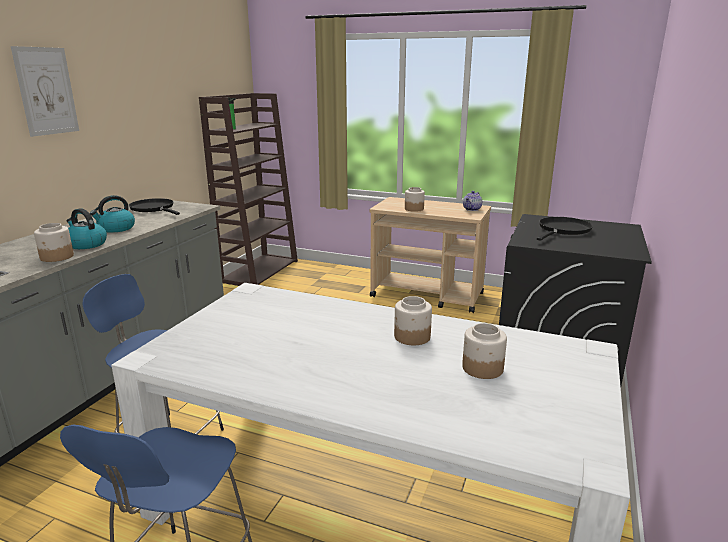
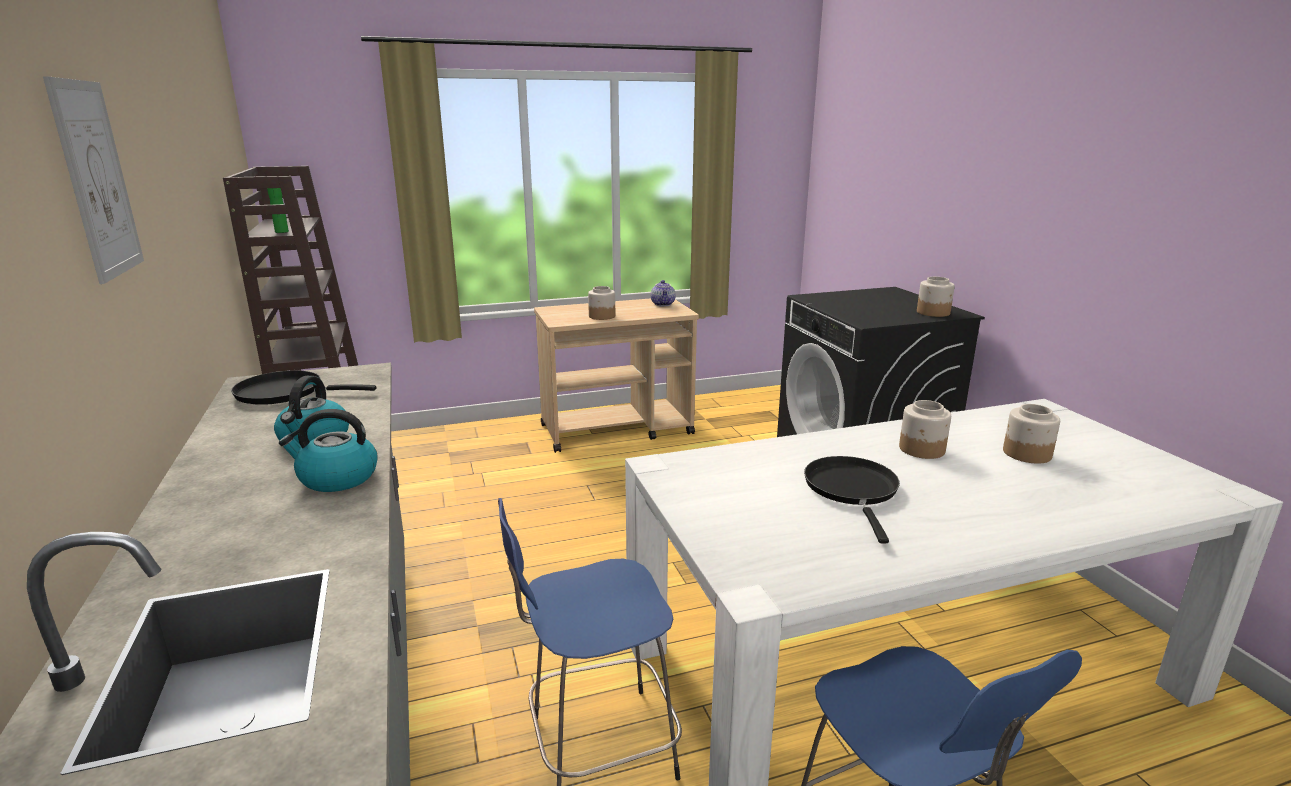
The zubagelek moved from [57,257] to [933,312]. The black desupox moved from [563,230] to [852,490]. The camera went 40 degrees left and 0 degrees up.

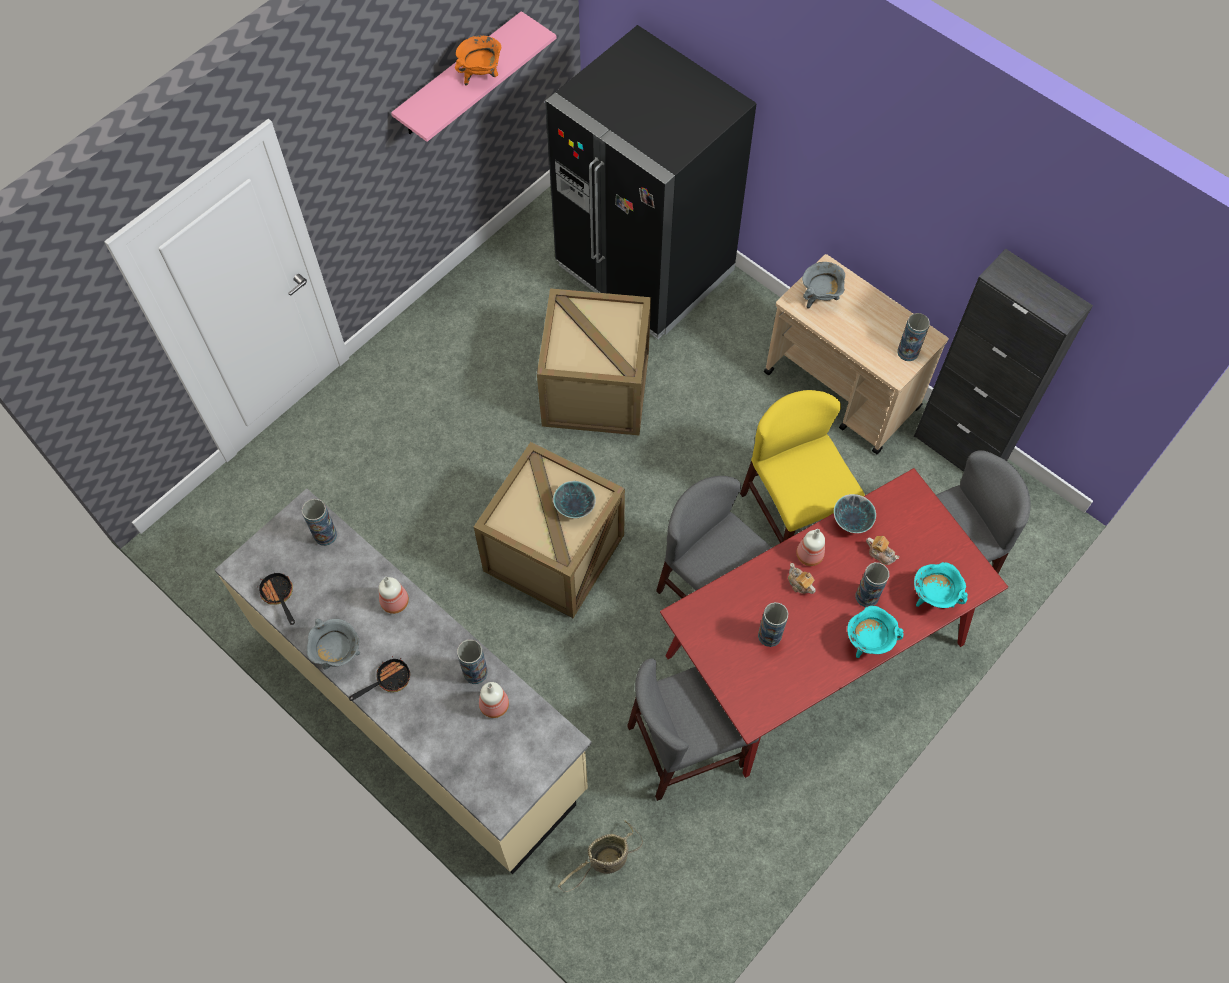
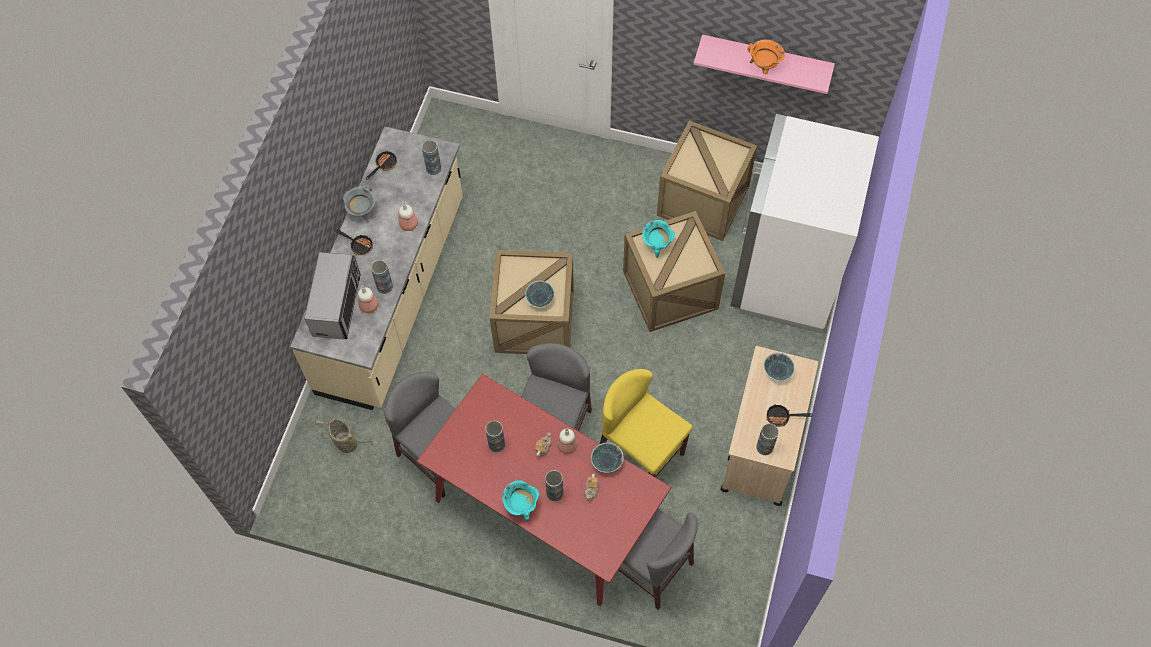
The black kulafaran at [644,269] became the white kulafaran at [786,276]. The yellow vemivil at [792,515] turned 90 degrees counterclockwise. The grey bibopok at [820,297] was replaced by the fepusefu at [777,372]. The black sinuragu at [959,449] disappeared. The turquoise bibopok moved from [933,597] to [657,245]. The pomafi at [337,305] appeared. The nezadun at [704,200] appeared. The desupox at [781,417] appeared. The camera went 65 degrees right and 0 degrees up.

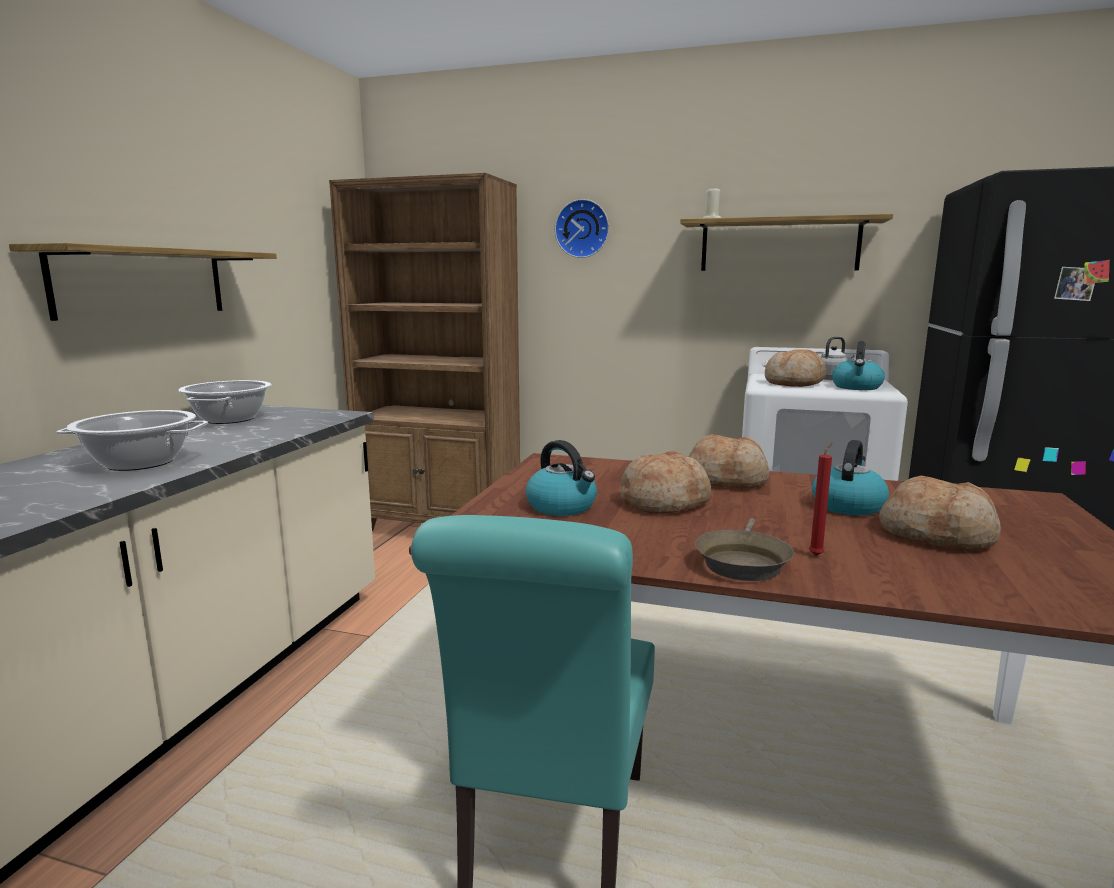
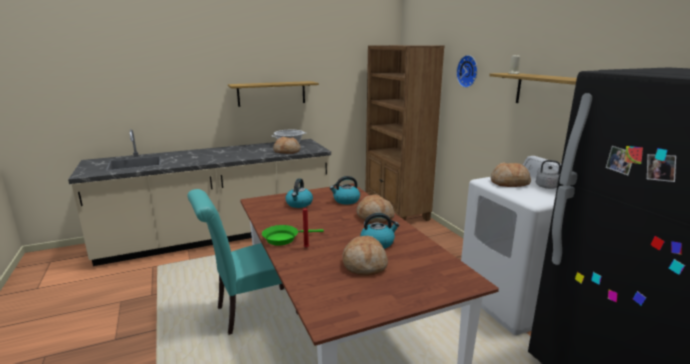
The bibopok at [139,463] disappeared. The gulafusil moved from [664,502] to [287,151]. The brown desupox at [742,562] became the green desupox at [284,238]. The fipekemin moved from [857,387] to [346,200]. The camera went 50 degrees right and 5 degrees up.

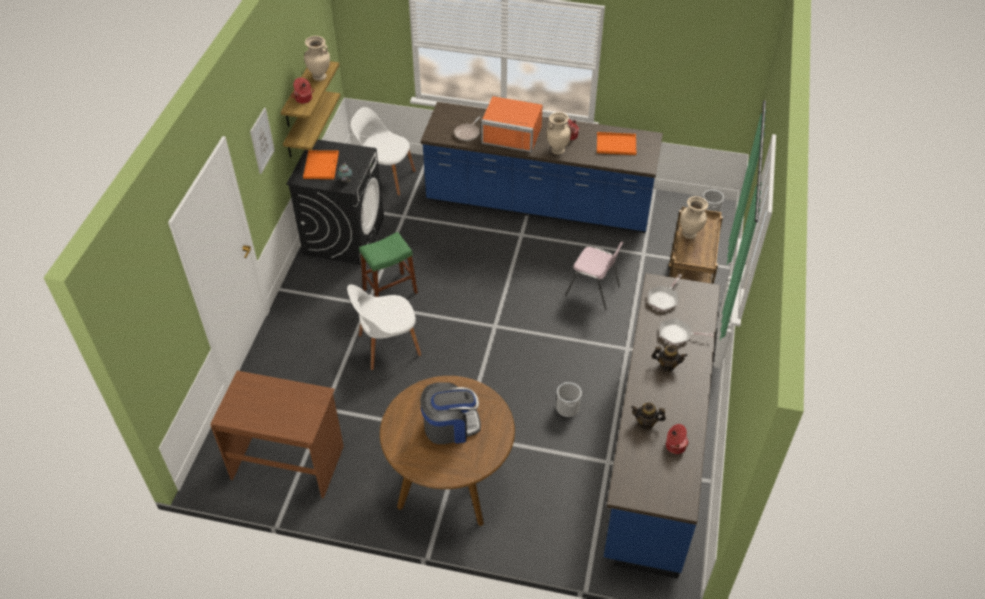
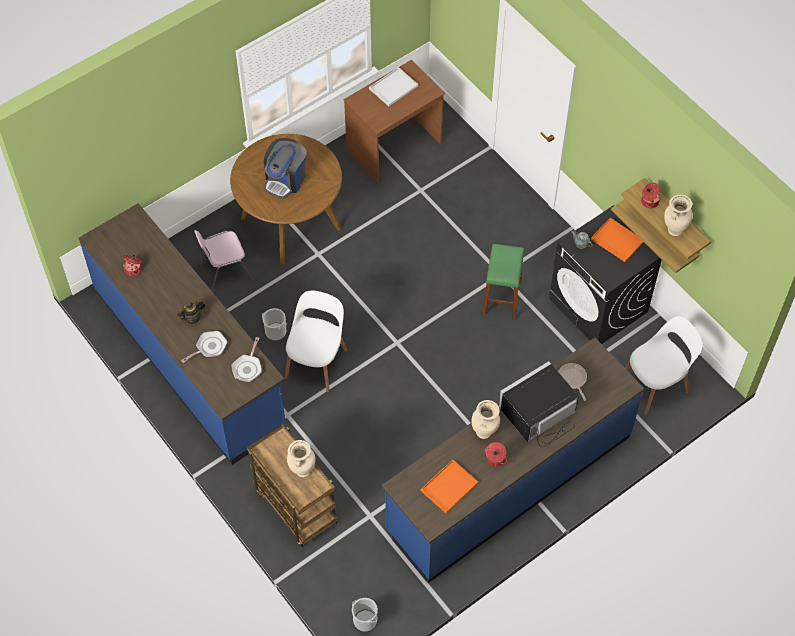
The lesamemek at [261,141] disappeared. The white vemivil moved from [387,346] to [317,362]. The orange pomafi at [513,134] became the black pomafi at [539,414]. The pink vemivil moved from [593,291] to [225,272]. The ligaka at [646,423] disappeared. The desupox at [664,299] turned 150 degrees counterclockwise. The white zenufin at [393,88] appeared. The camera went 130 degrees right and 10 degrees up.

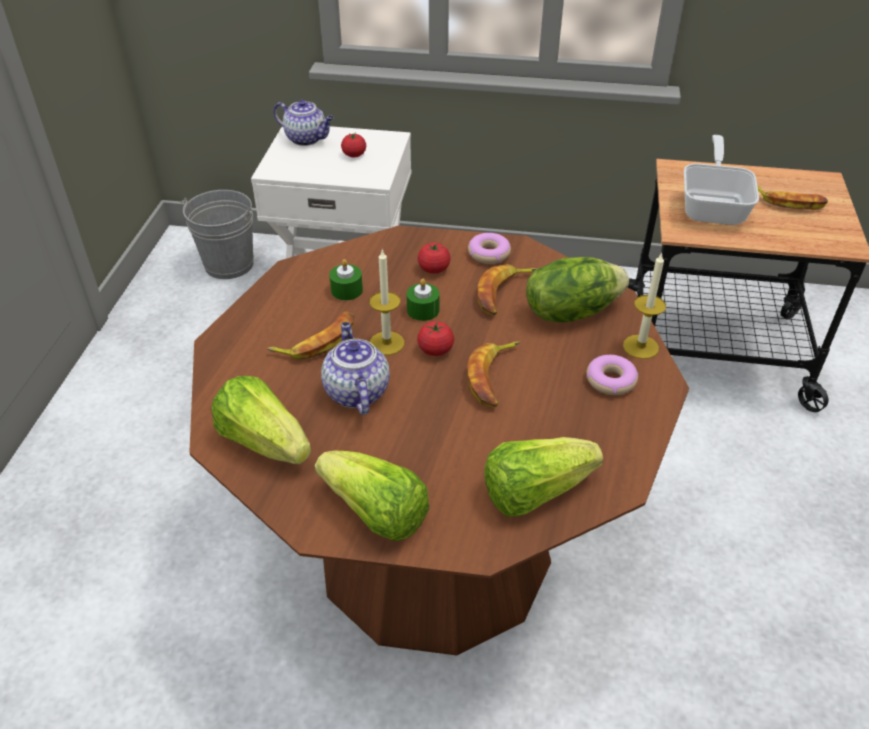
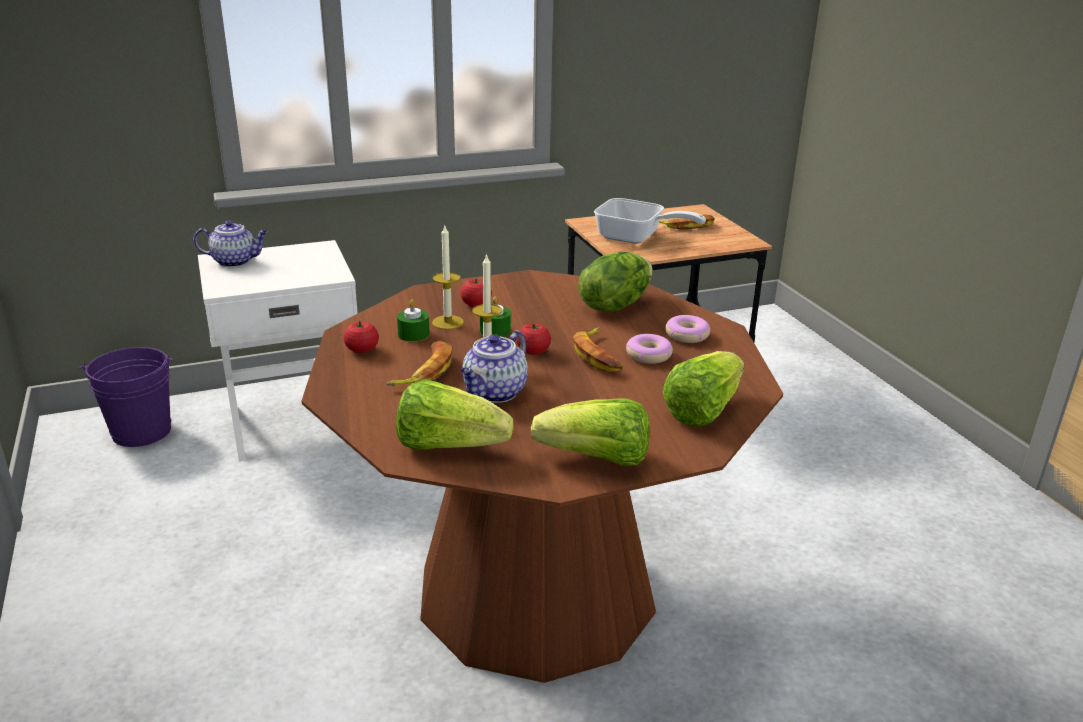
The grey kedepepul at [229,264] became the purple kedepepul at [141,431]. The ligaka at [355,392] turned 105 degrees counterclockwise. The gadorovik moved from [354,154] to [362,350]. The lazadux moved from [488,254] to [648,355]. The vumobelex at [503,293] disappeared. The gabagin moved from [640,347] to [448,322]. The desupox at [714,206] turned 135 degrees clockwise. The camera went 30 degrees left and 15 degrees down.

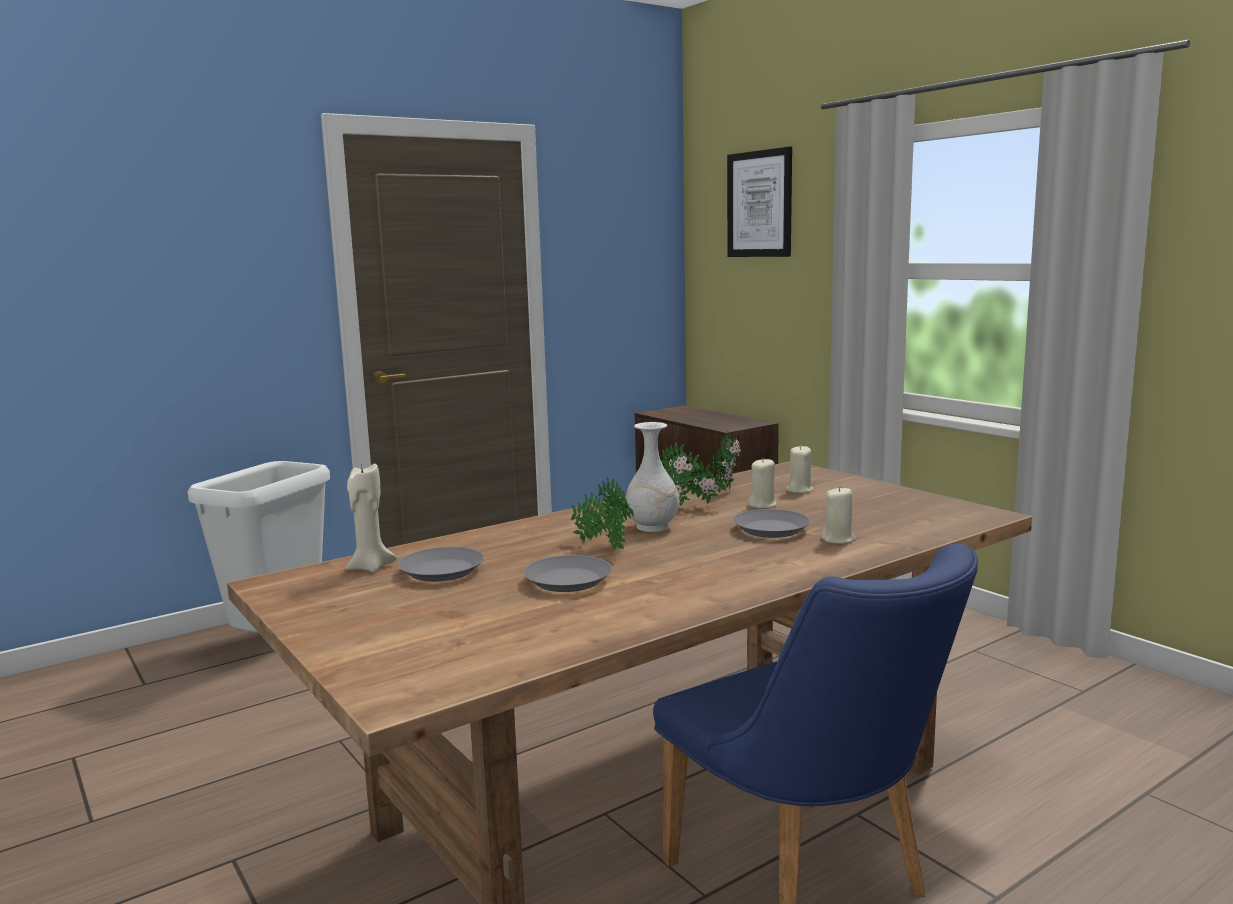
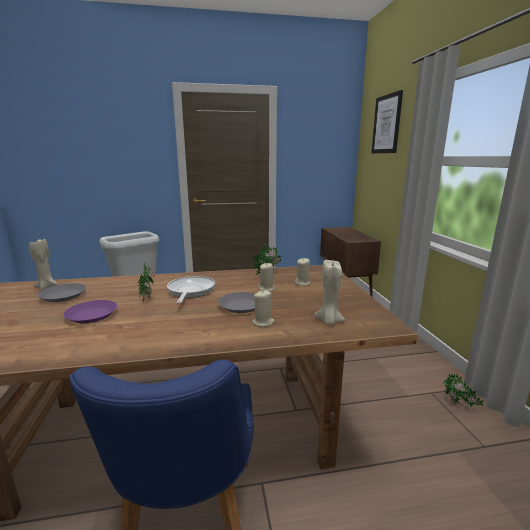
The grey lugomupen at [569,581] became the purple lugomupen at [92,315]. The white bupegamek at [652,527] was replaced by the desupox at [190,291]. The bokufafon moved from [690,506] to [459,404]. The beige gabagin at [329,321] appeared. The camera went 25 degrees right and 5 degrees up.

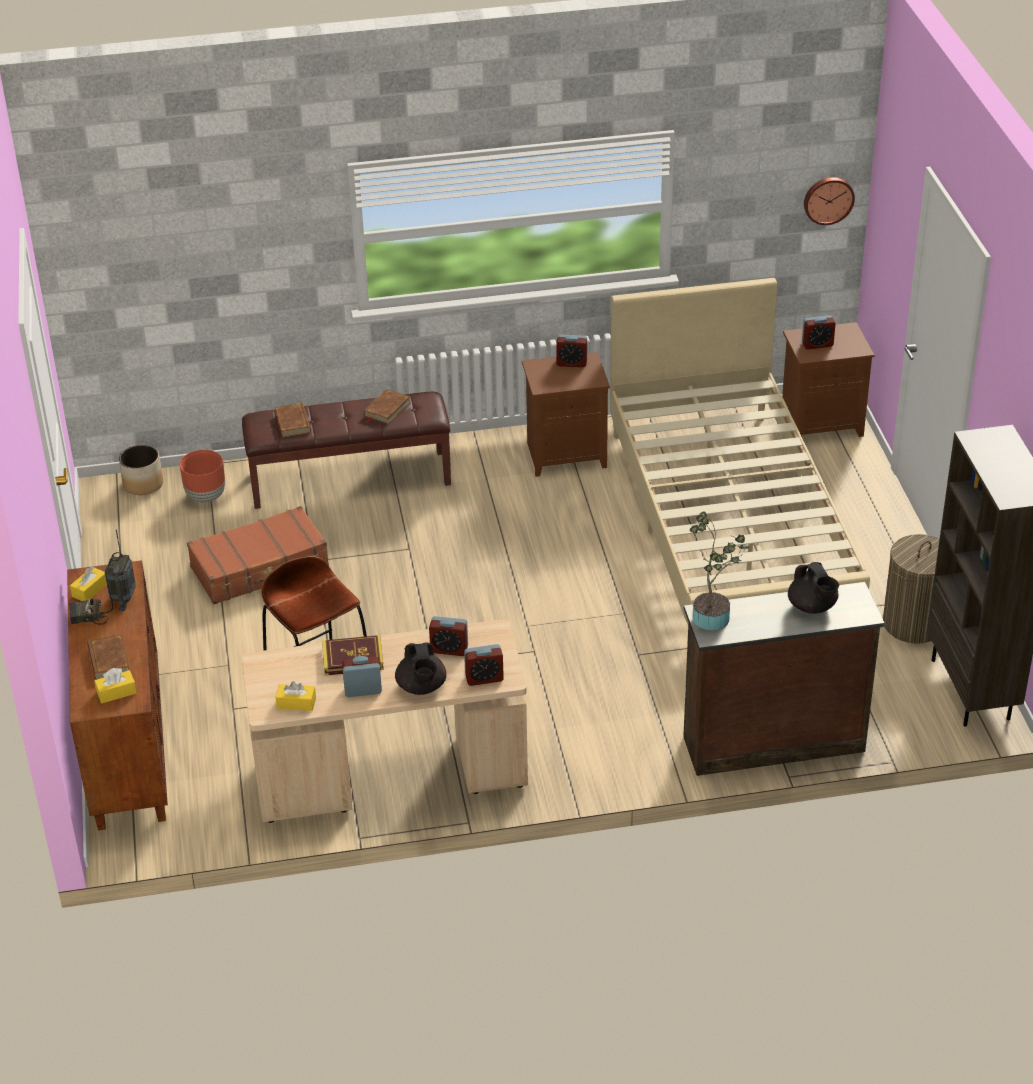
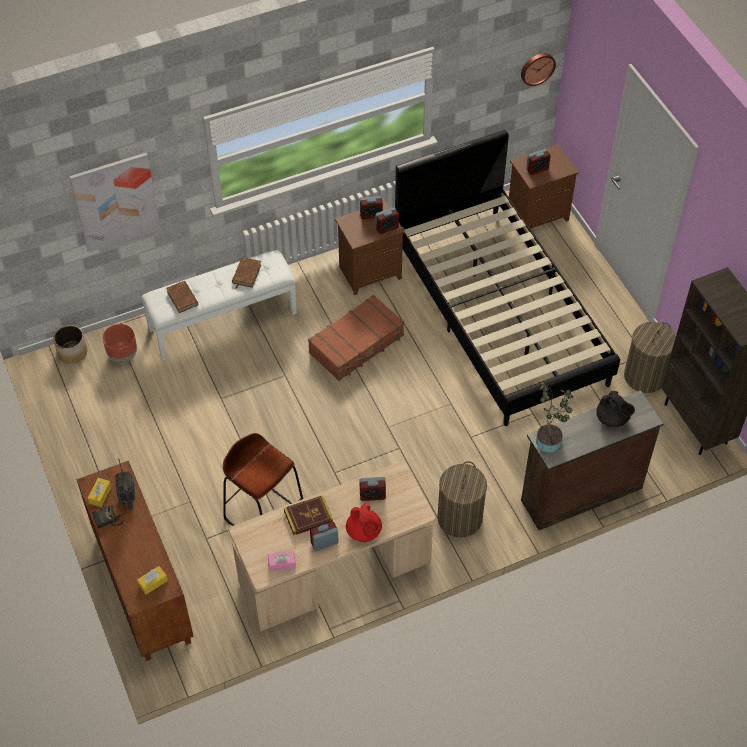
The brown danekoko at [108,661] disappeared. The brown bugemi moved from [260,568] to [357,344]. The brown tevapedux at [350,478] became the white tevapedux at [223,320]. The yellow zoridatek at [296,703] became the pink zoridatek at [282,563]. The black ligaka at [421,687] became the red ligaka at [364,532]. The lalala moved from [484,678] to [386,228]. The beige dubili at [729,524] became the black dubili at [499,313]. The lesamemek at [115,201] appeared. The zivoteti at [459,518] appeared. The camera went 15 degrees left and 15 degrees up.

